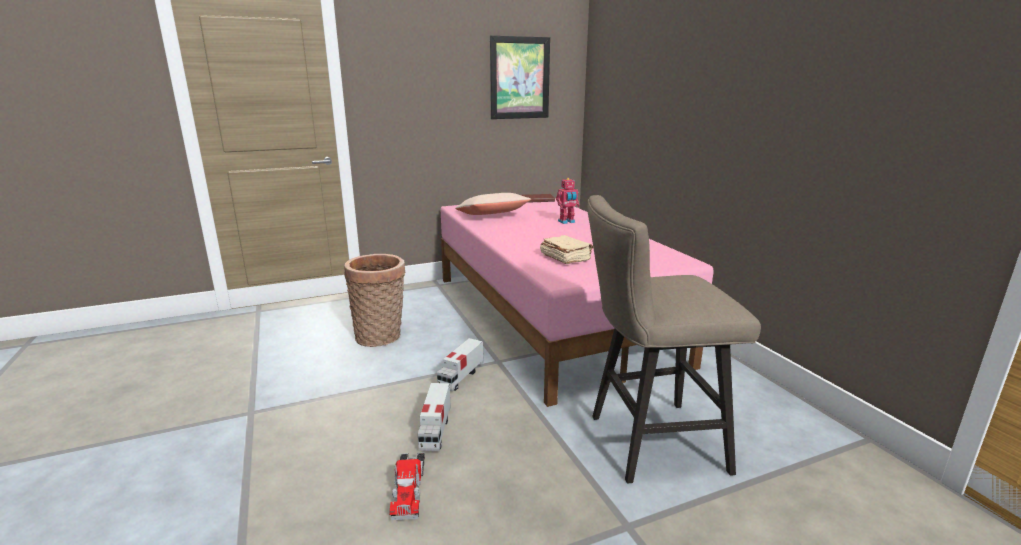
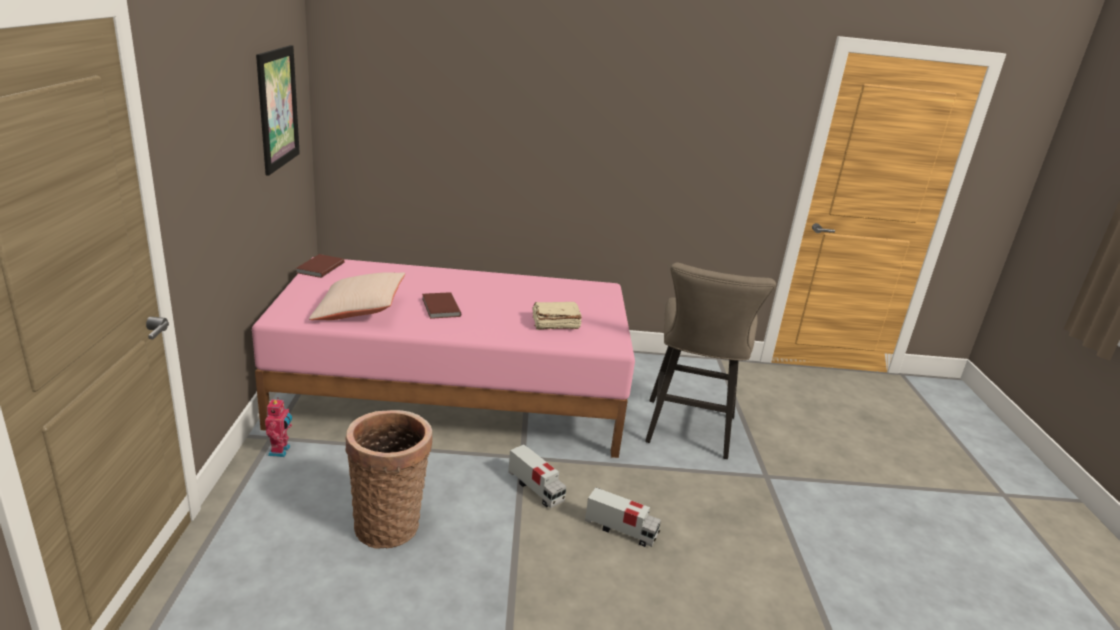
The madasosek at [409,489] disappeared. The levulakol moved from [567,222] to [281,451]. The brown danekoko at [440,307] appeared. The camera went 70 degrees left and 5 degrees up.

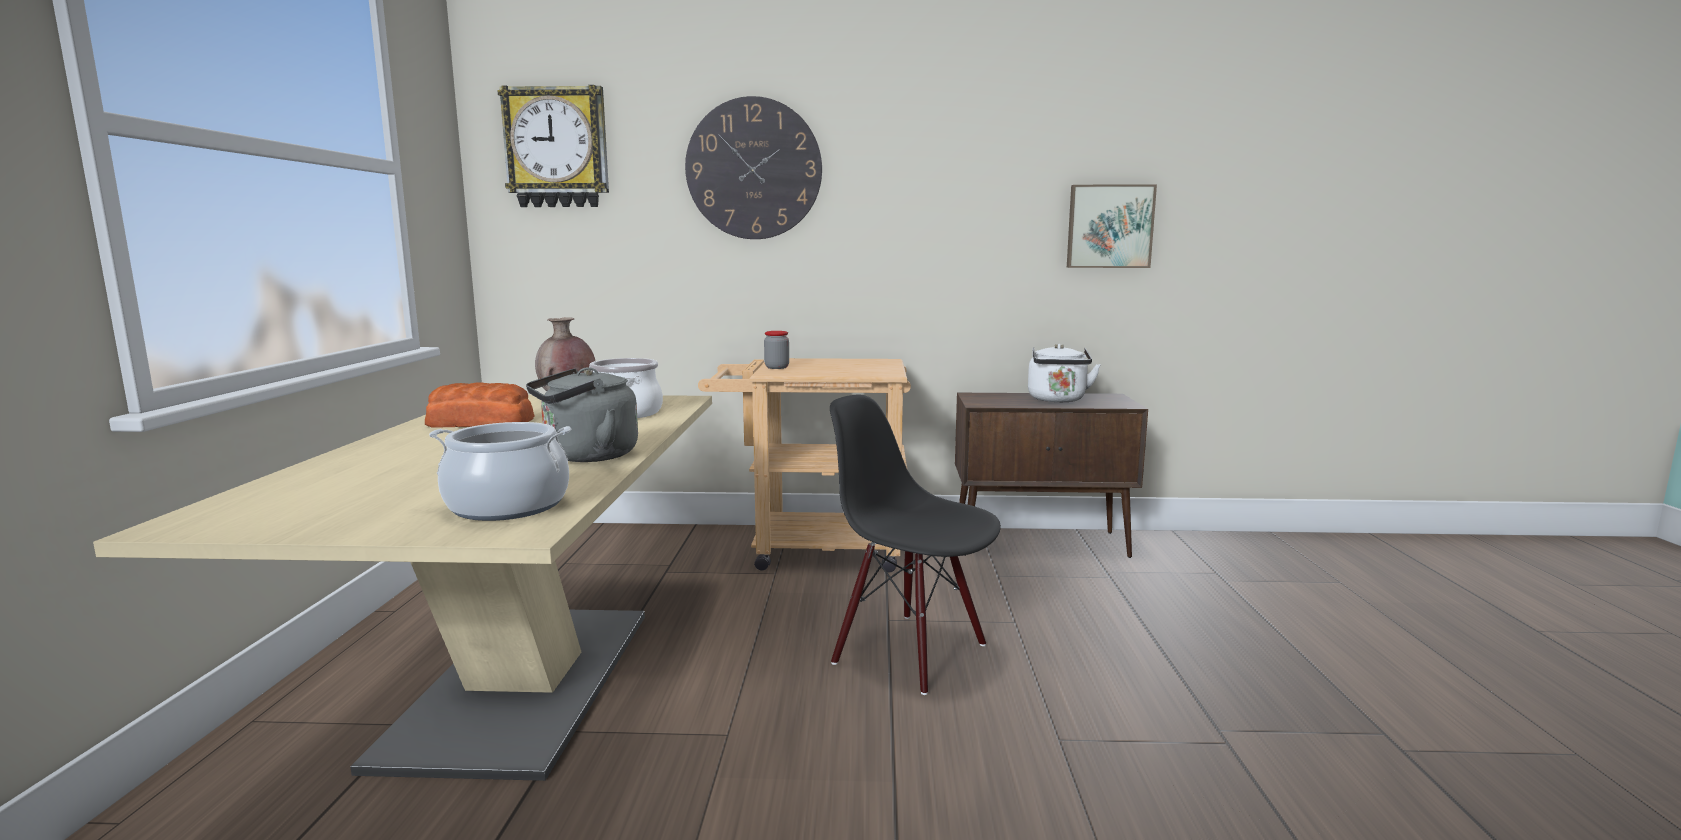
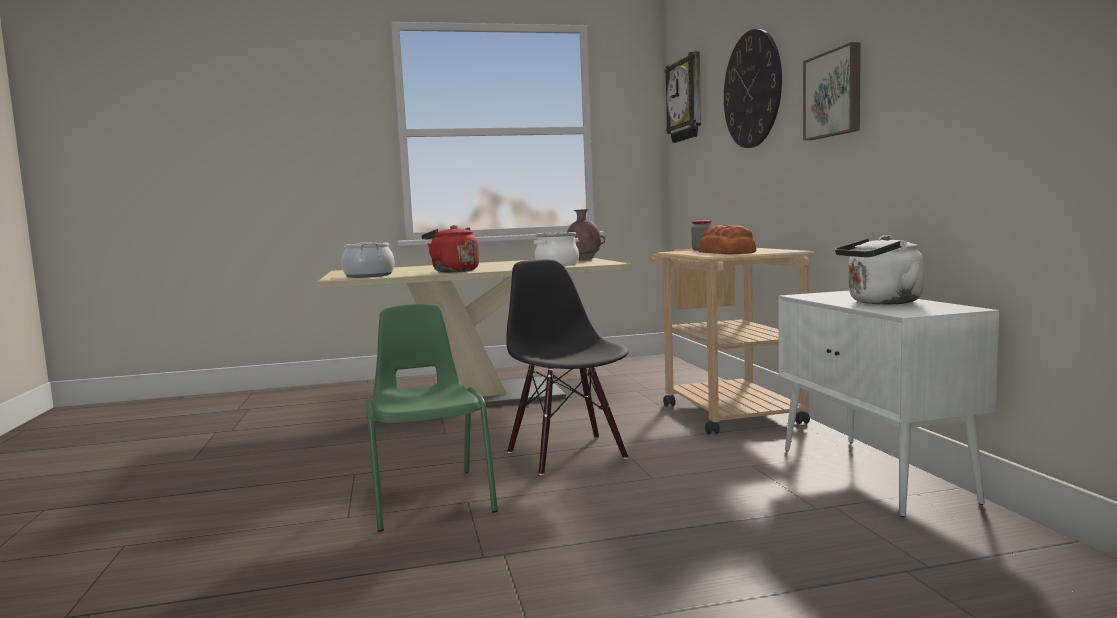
The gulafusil moved from [480,422] to [726,253]. The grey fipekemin at [586,456] became the red fipekemin at [453,271]. The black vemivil at [911,652] turned 45 degrees counterclockwise. The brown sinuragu at [1041,543] became the white sinuragu at [875,475]. The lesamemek moved from [1109,226] to [834,94]. The green vemivil at [430,497] appeared. The camera went 75 degrees right and 5 degrees down.

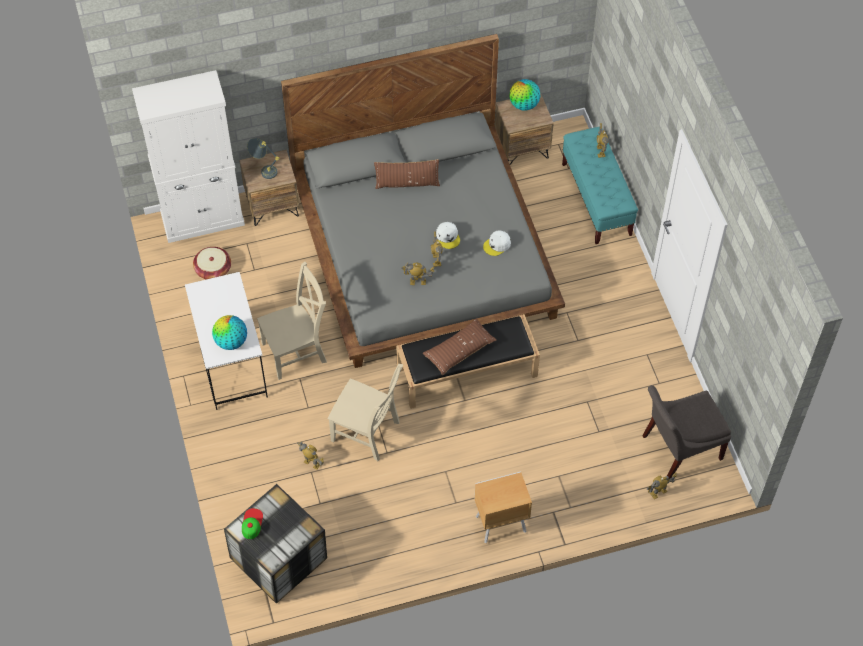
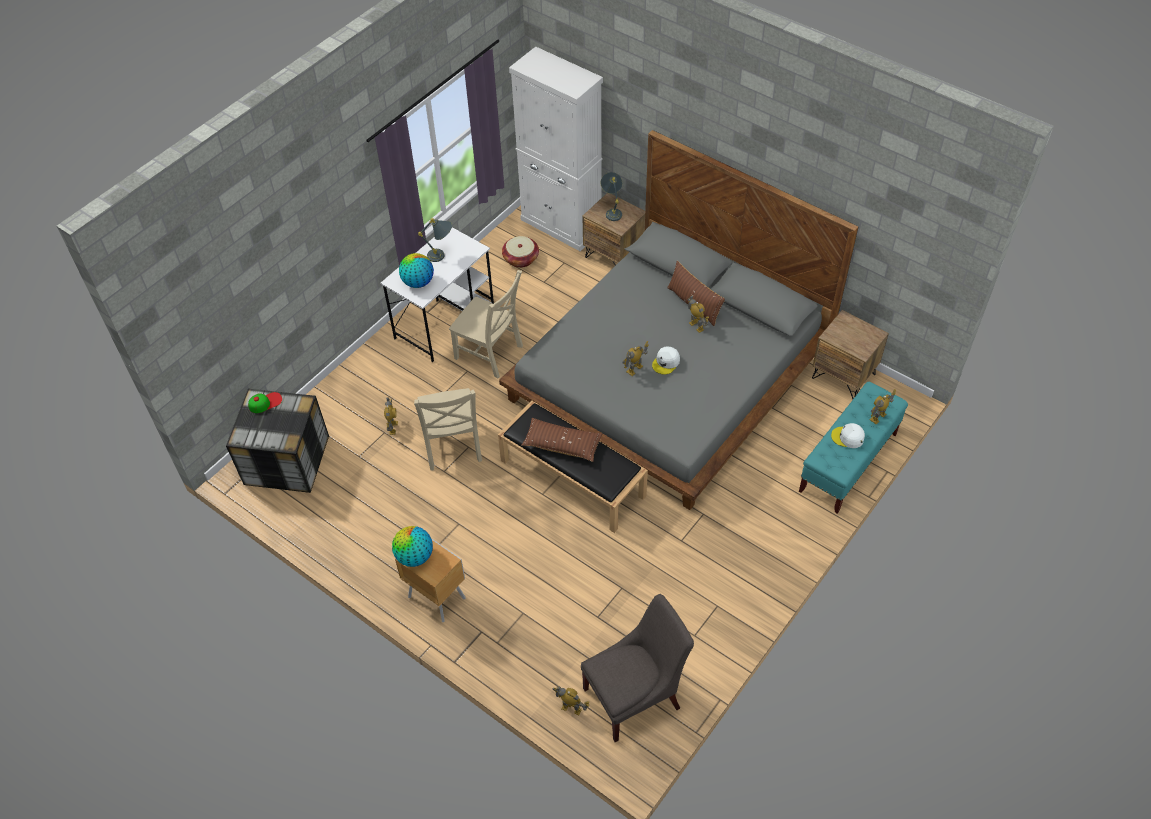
The levulakol moved from [417,282] to [696,326]. The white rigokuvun moved from [497,245] to [848,437]. The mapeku moved from [524,105] to [414,556]. The grey vemivil at [678,448] turned 120 degrees clockwise. The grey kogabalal at [442,256] appeared. The camera went 55 degrees right and 5 degrees down.

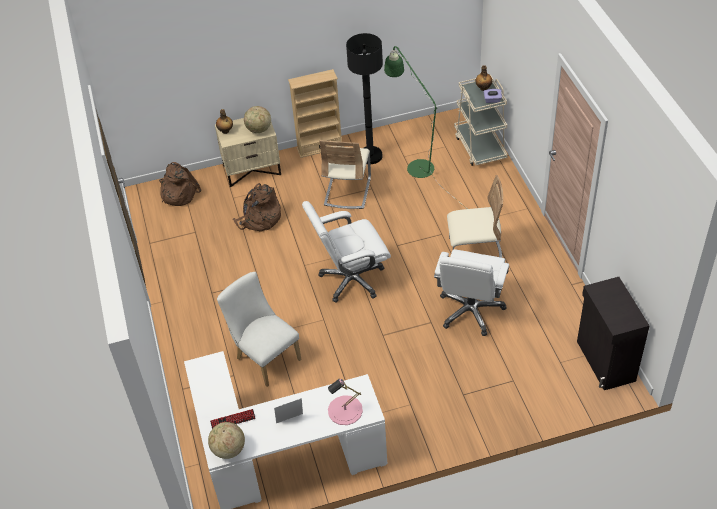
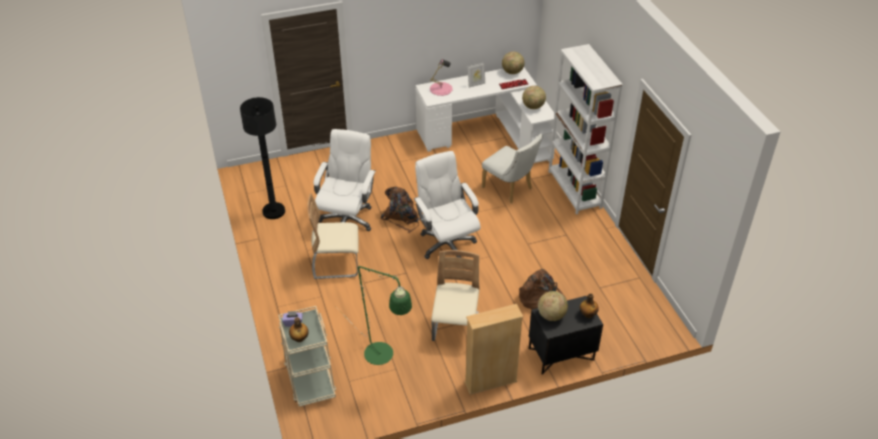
The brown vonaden moved from [178,193] to [401,218]. The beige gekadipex at [252,170] became the black gekadipex at [561,355]. The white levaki at [351,280] turned 90 degrees counterclockwise. The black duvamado moved from [370,156] to [274,211]. The black sinuragu at [605,361] disappeared. The mapeku at [533,107] appeared. The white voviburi at [574,189] appeared. The camera went 175 degrees right and 5 degrees down.

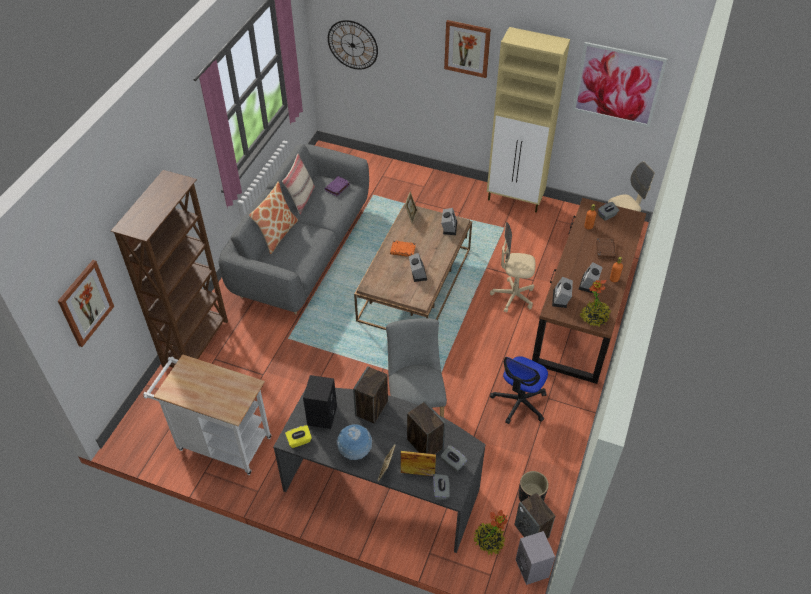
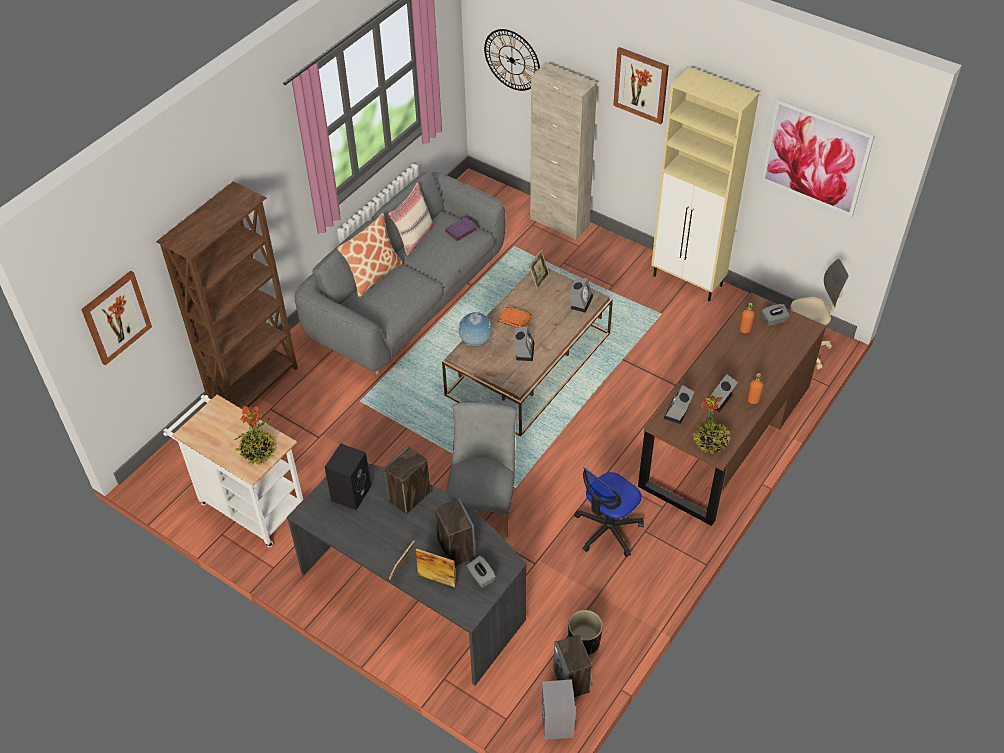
The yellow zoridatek at [299,441] disappeared. The mapeku moved from [355,452] to [476,342]. The grey zoridatek at [440,491] disappeared. The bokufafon moved from [489,541] to [258,451]. The beige levaki at [513,297] disappeared. The brown danekoko at [605,250] disappeared. The beige sinuragu at [559,222] appeared. The camera went 15 degrees right and 0 degrees up.

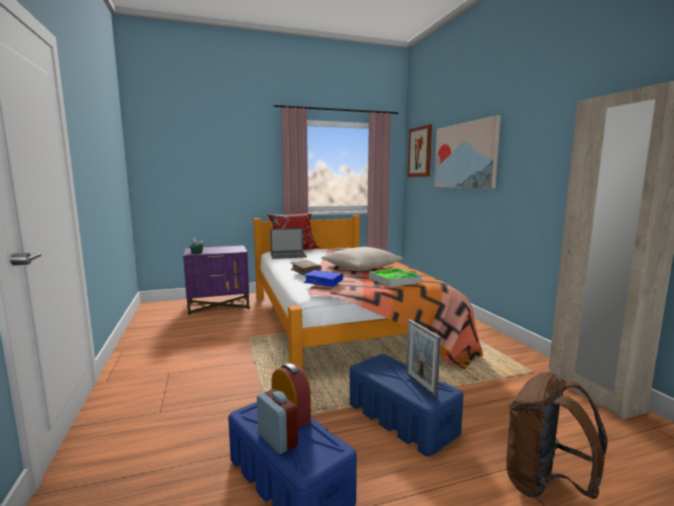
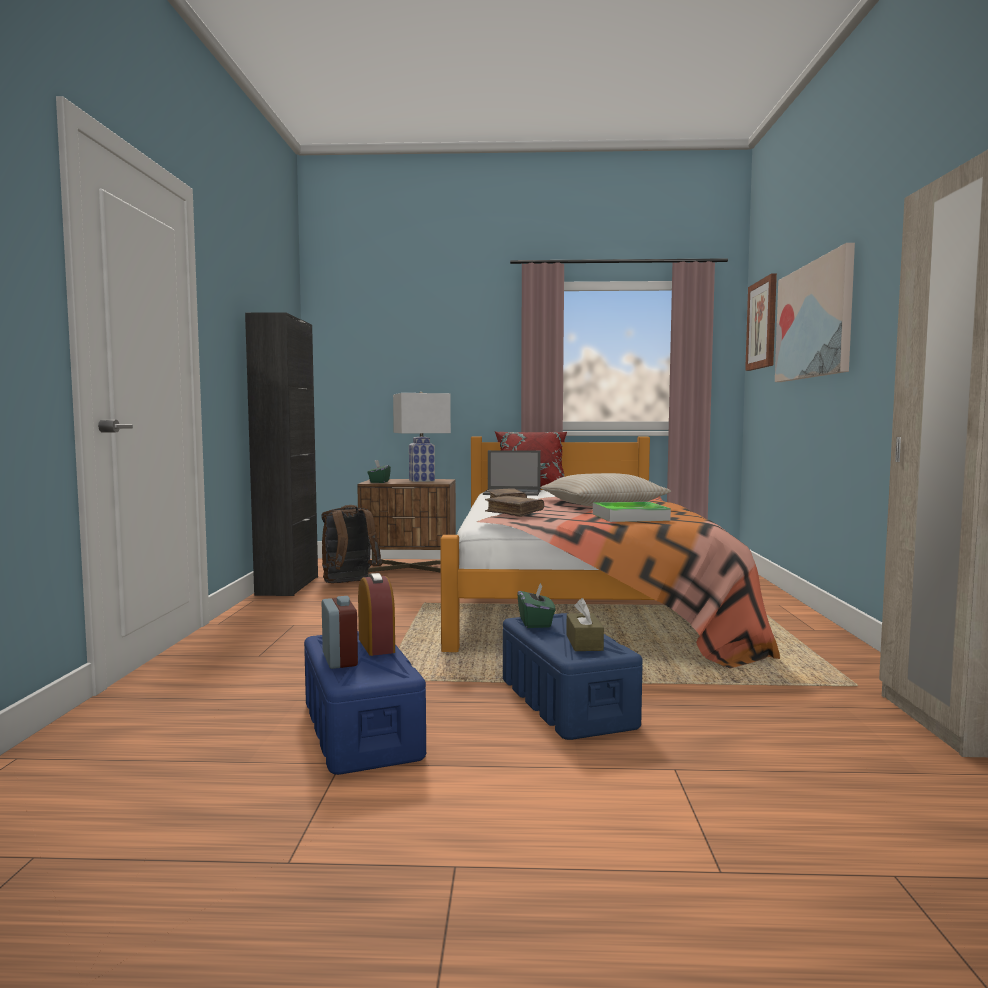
The purple gekadipex at [219,305] became the brown gekadipex at [410,569]. The blue danekoko at [323,282] became the brown danekoko at [514,513]. The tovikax at [420,384] was replaced by the brown zoridatek at [584,643]. The brown vonaden moved from [545,485] to [349,583]. The black sinuragu at [288,586] appeared. The white kogabalal at [421,480] appeared. The green zoridatek at [536,622] appeared. The camera went 20 degrees right and 5 degrees down.

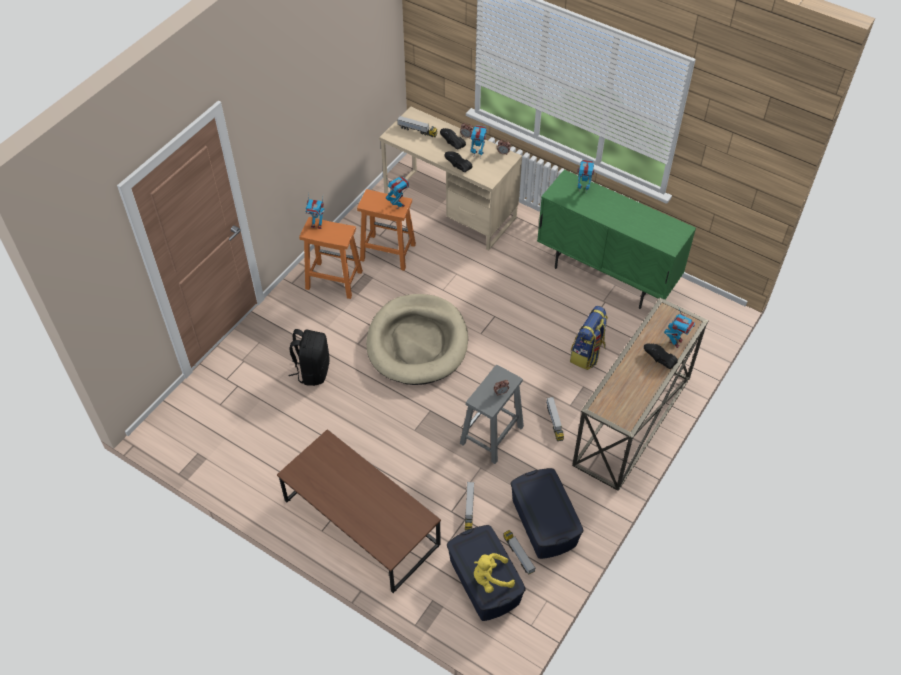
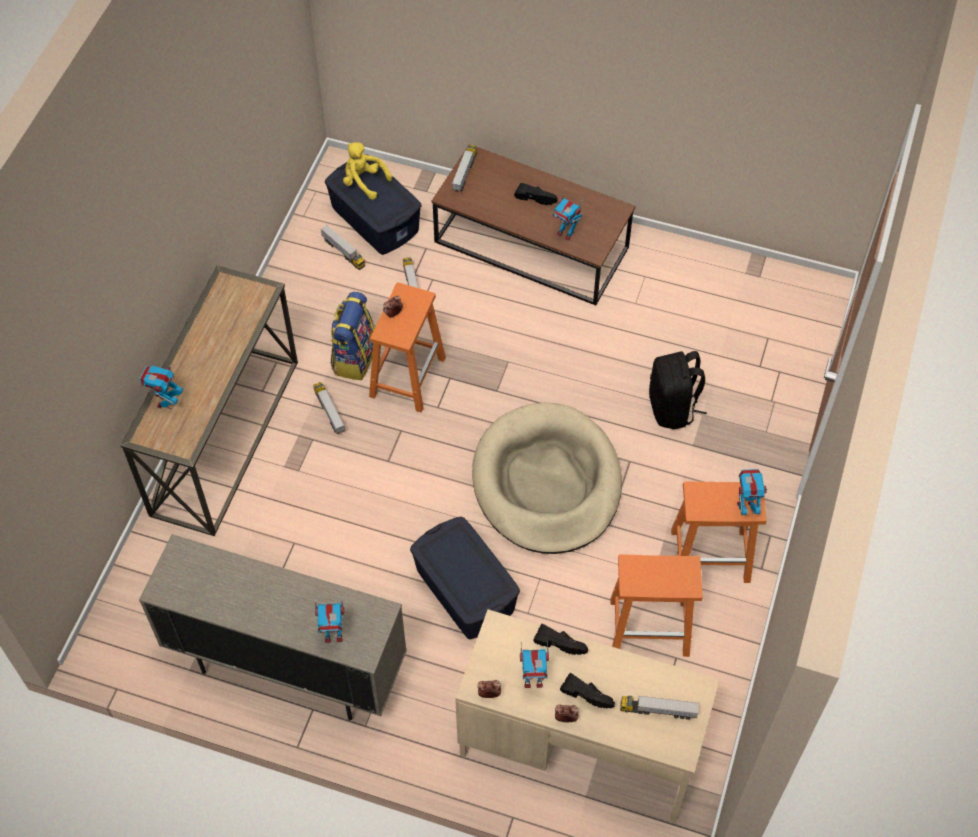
The levulakol moved from [398,204] to [565,233]. The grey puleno at [491,436] became the orange puleno at [408,376]. The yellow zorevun at [490,578] turned 120 degrees counterclockwise. The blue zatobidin moved from [543,523] to [465,589]. The green sinuragu at [606,276] became the beige sinuragu at [287,667]. The vonaden moved from [587,354] to [354,357]. The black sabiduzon moved from [658,360] to [536,197]. The madasosek at [464,172] appeared. The camera went 165 degrees right and 5 degrees up.

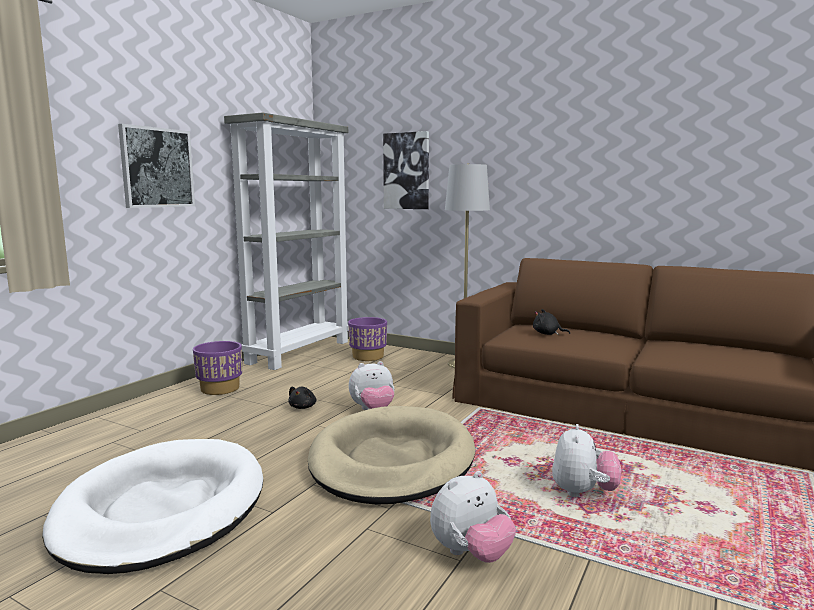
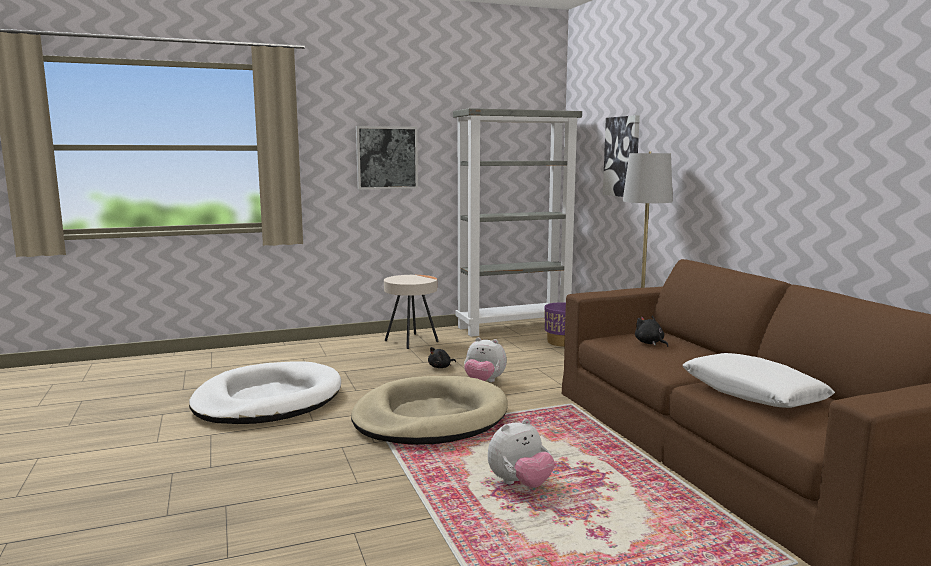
The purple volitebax at [220,389] was replaced by the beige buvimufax at [411,341]. The zorevun at [471,554] disappeared. The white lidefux at [752,393] appeared. The camera went 40 degrees right and 0 degrees up.

